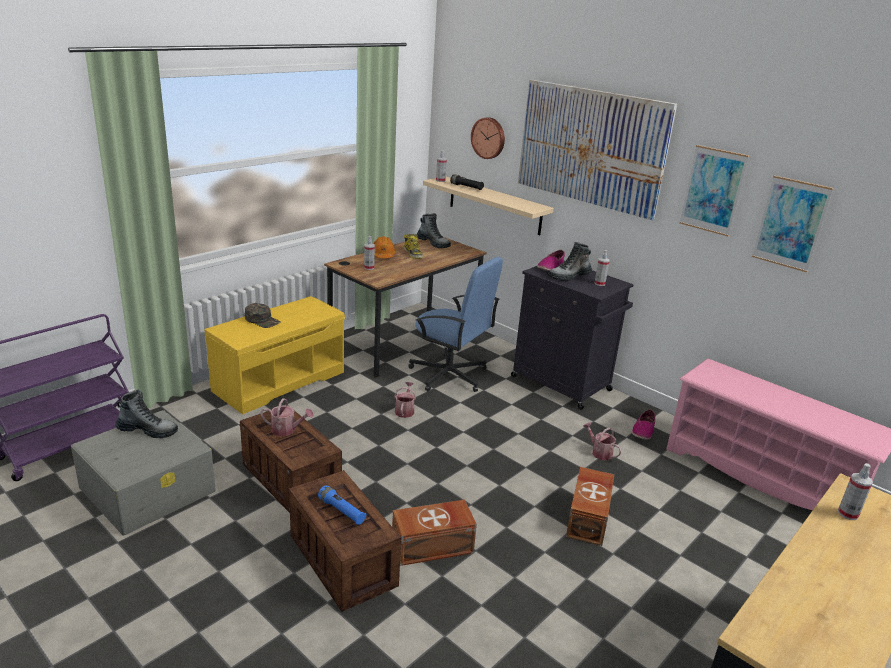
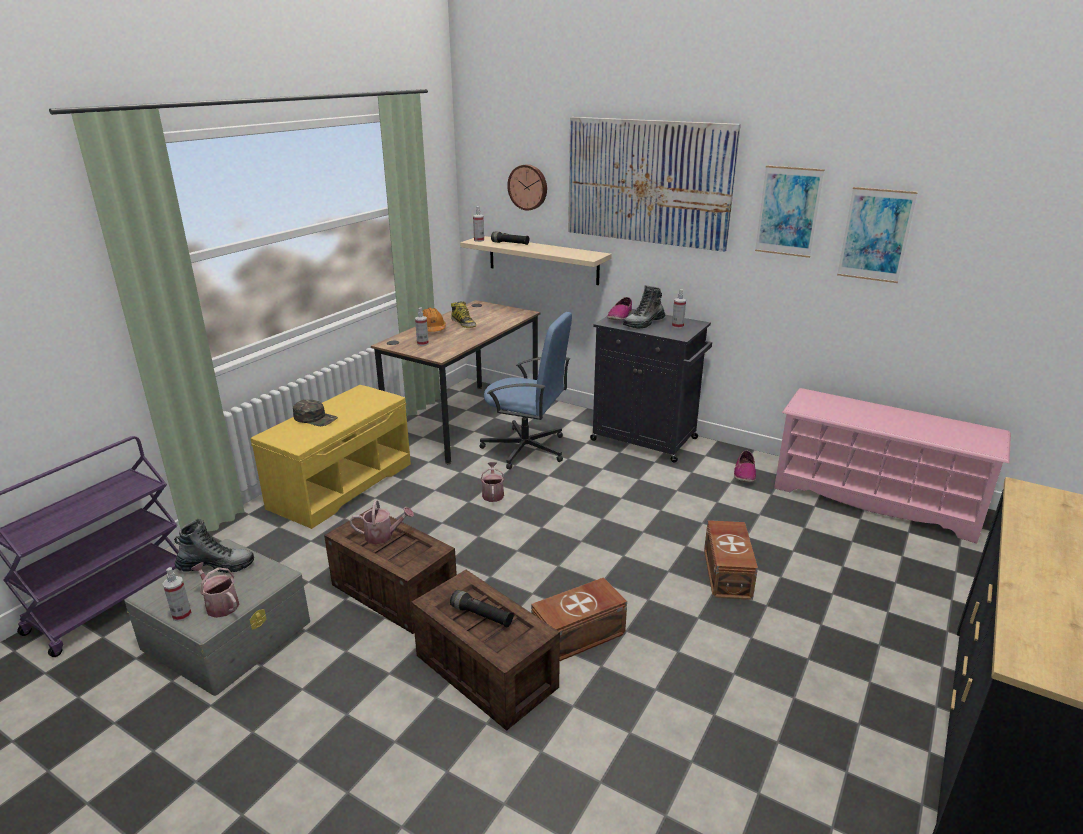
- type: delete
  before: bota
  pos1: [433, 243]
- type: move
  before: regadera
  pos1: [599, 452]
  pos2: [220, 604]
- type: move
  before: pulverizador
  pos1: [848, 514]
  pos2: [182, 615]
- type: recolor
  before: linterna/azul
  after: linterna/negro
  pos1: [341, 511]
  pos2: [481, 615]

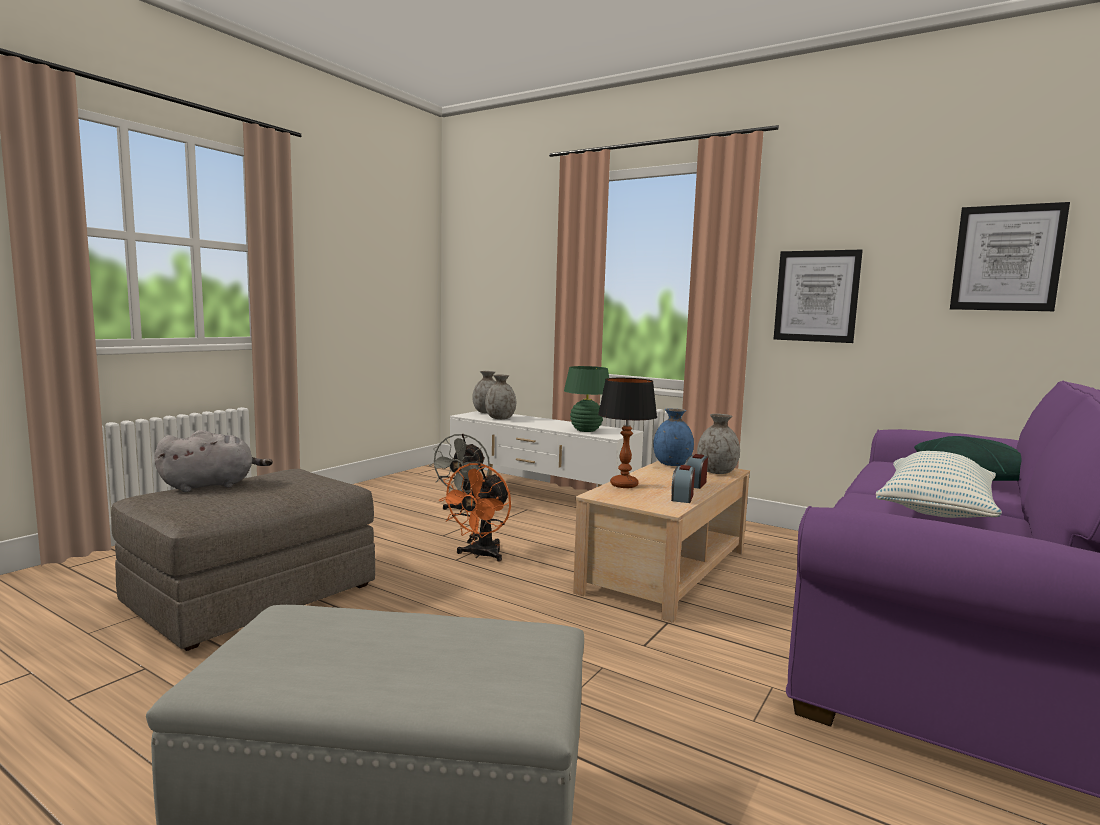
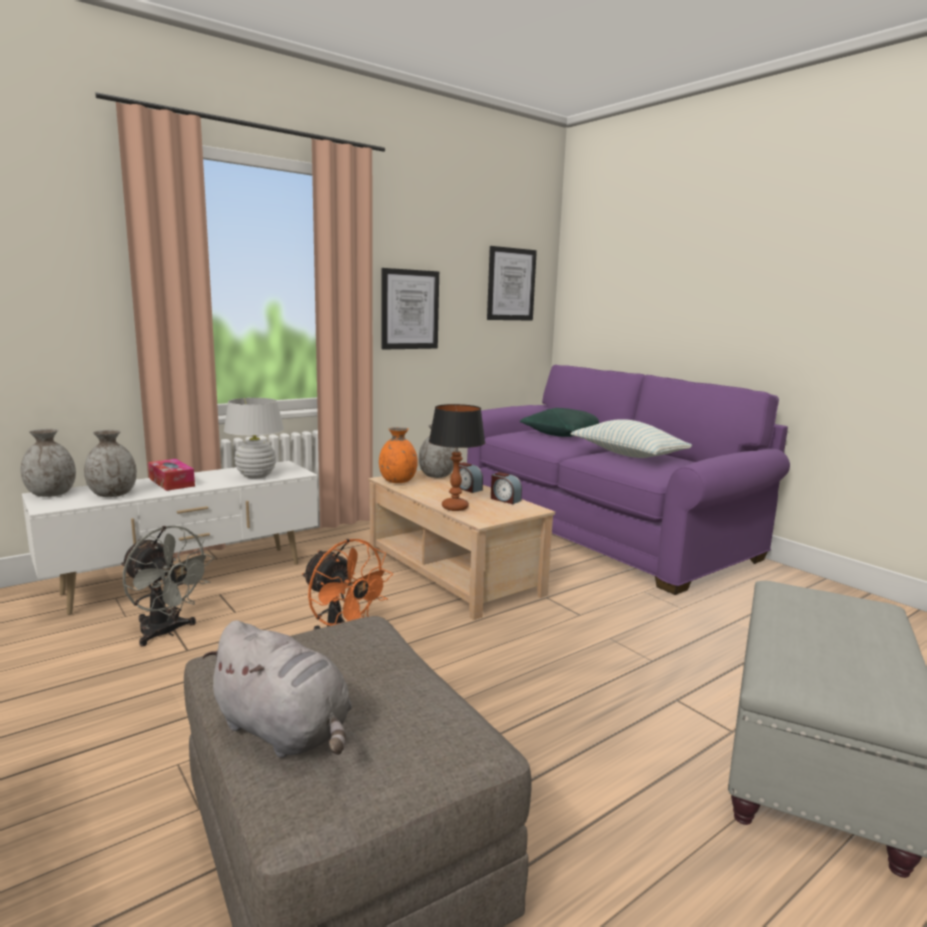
- type: recolor
  before: lámpara de mesa/verde
  after: lámpara de mesa/blanco
  pos1: [586, 430]
  pos2: [256, 475]
- type: recolor
  before: florero/azul
  after: florero/naranja
  pos1: [672, 464]
  pos2: [397, 481]
- type: rotate
  before: peluche/gris
  pos1: [212, 485]
  pos2: [285, 731]
  turn: 135
- type: insert
  after: caja de pañuelos
  pos2: [172, 482]

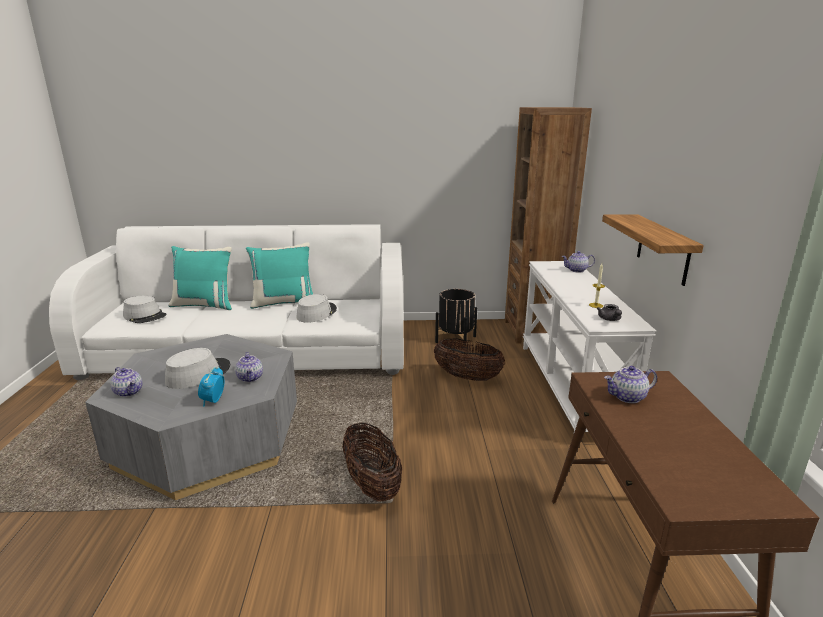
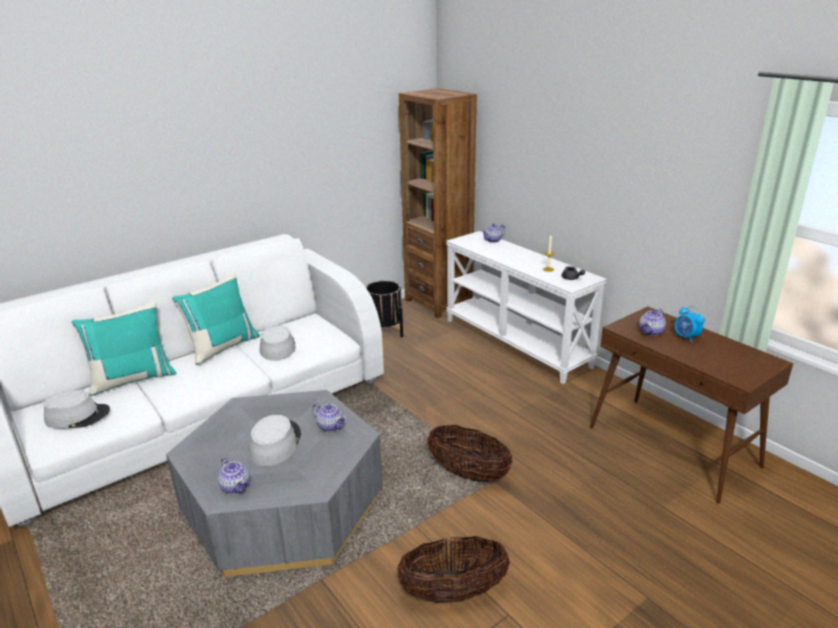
- type: delete
  before: estante
  pos1: [663, 249]
- type: move
  before: cesta
  pos1: [467, 377]
  pos2: [453, 592]
- type: rotate
  before: tetera
  pos1: [129, 392]
  pos2: [236, 487]
  turn: 45
- type: move
  before: despertador
  pos1: [213, 401]
  pos2: [686, 337]

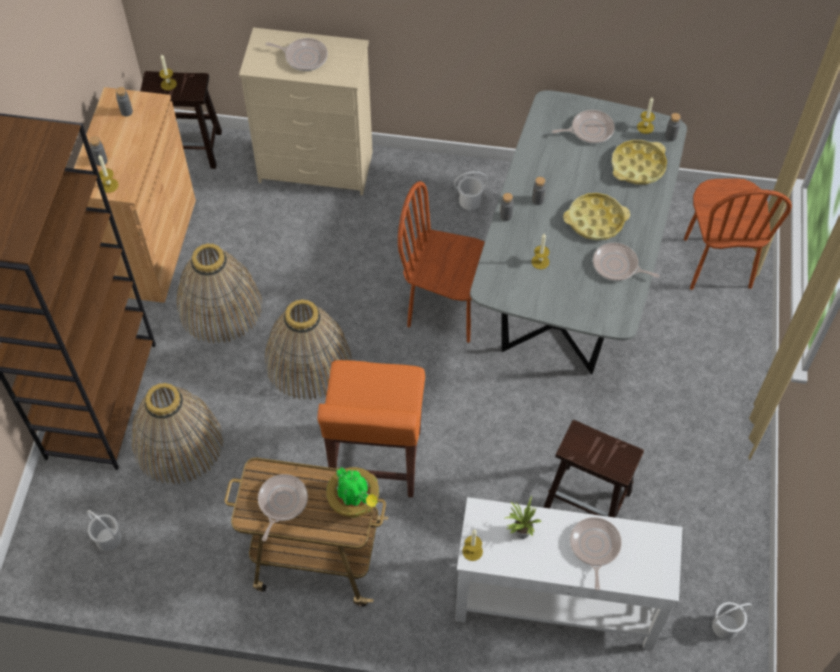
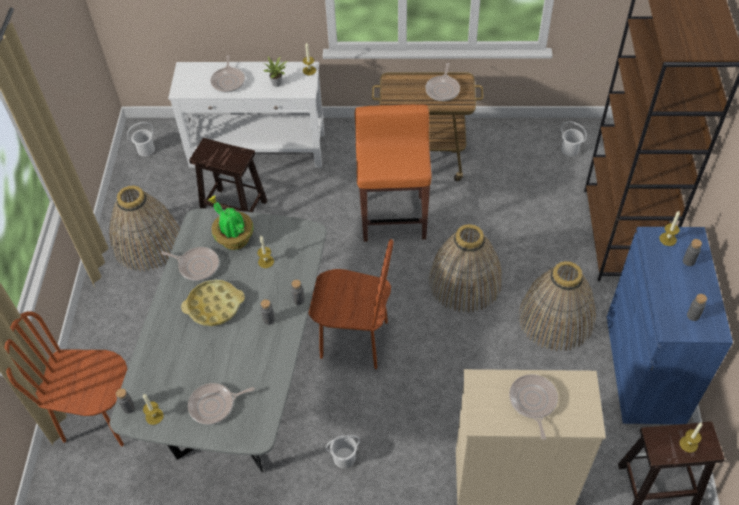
- type: rotate
  before: sartén
  pos1: [304, 57]
  pos2: [533, 402]
  turn: 75
- type: recolor
  before: armario/marrón
  after: armario/azul
  pos1: [149, 246]
  pos2: [644, 368]
- type: delete
  before: bandeja/amarillo
  pos1: [638, 166]
- type: rotate
  before: silla/marrón
  pos1: [716, 263]
  pos2: [101, 417]
  turn: -75
- type: move
  before: cesta
  pos1: [178, 443]
  pos2: [147, 243]
- type: move
  before: planta en maceta
  pos1: [355, 503]
  pos2: [234, 238]

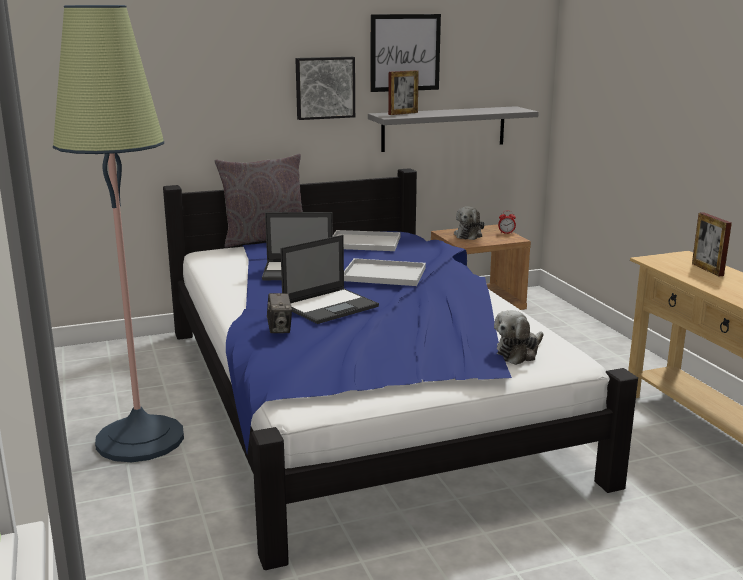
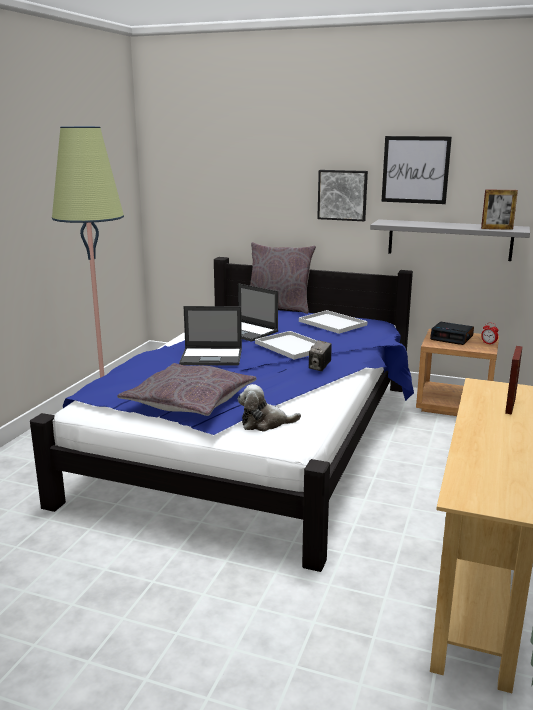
- type: move
  before: portarretratos
  pos1: [403, 113]
  pos2: [496, 228]
- type: replace
  before: peluche
  after: despertador
  pos1: [469, 235]
  pos2: [452, 338]
- type: move
  before: cámara
  pos1: [279, 329]
  pos2: [319, 367]
- type: insert
  after: cojín/gris
  pos2: [189, 401]

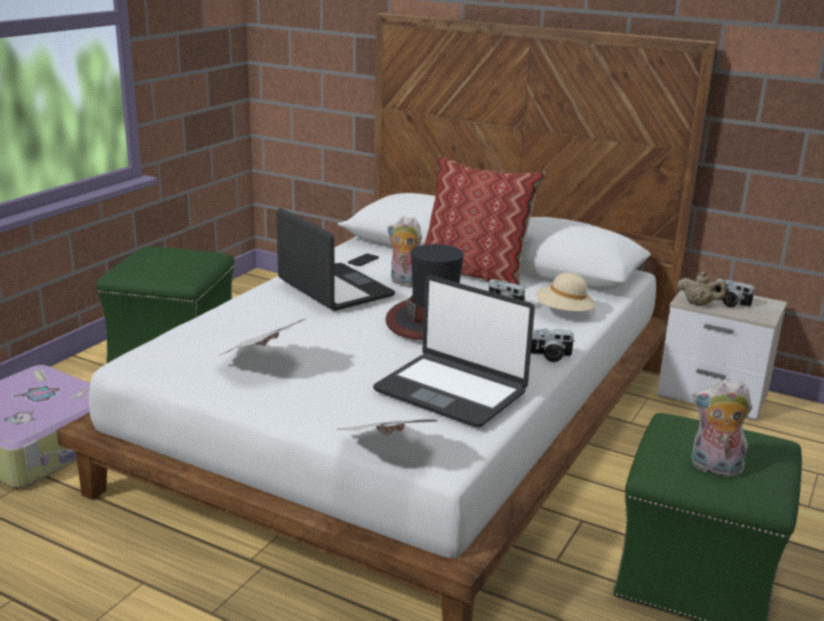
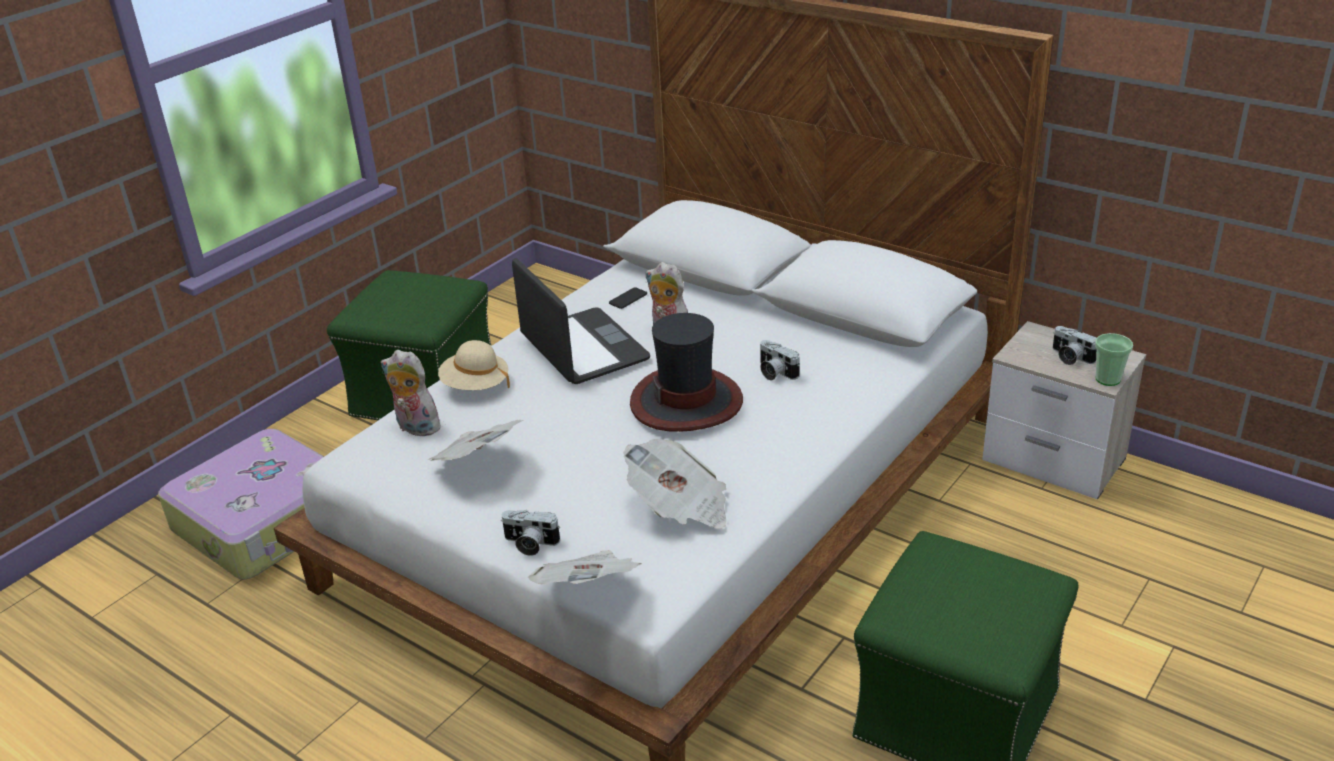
- type: delete
  before: cojín
  pos1: [475, 273]
- type: delete
  before: tetera/beis
  pos1: [699, 304]
- type: move
  before: sombrero/beis
  pos1: [563, 313]
  pos2: [475, 386]
- type: replace
  before: portátil
  after: periódico
  pos1: [451, 391]
  pos2: [680, 507]
- type: move
  before: cámara
  pos1: [548, 356]
  pos2: [529, 544]
- type: move
  before: peluche
  pos1: [714, 468]
  pos2: [415, 428]
- type: insert
  after: taza
  pos2: [1107, 379]

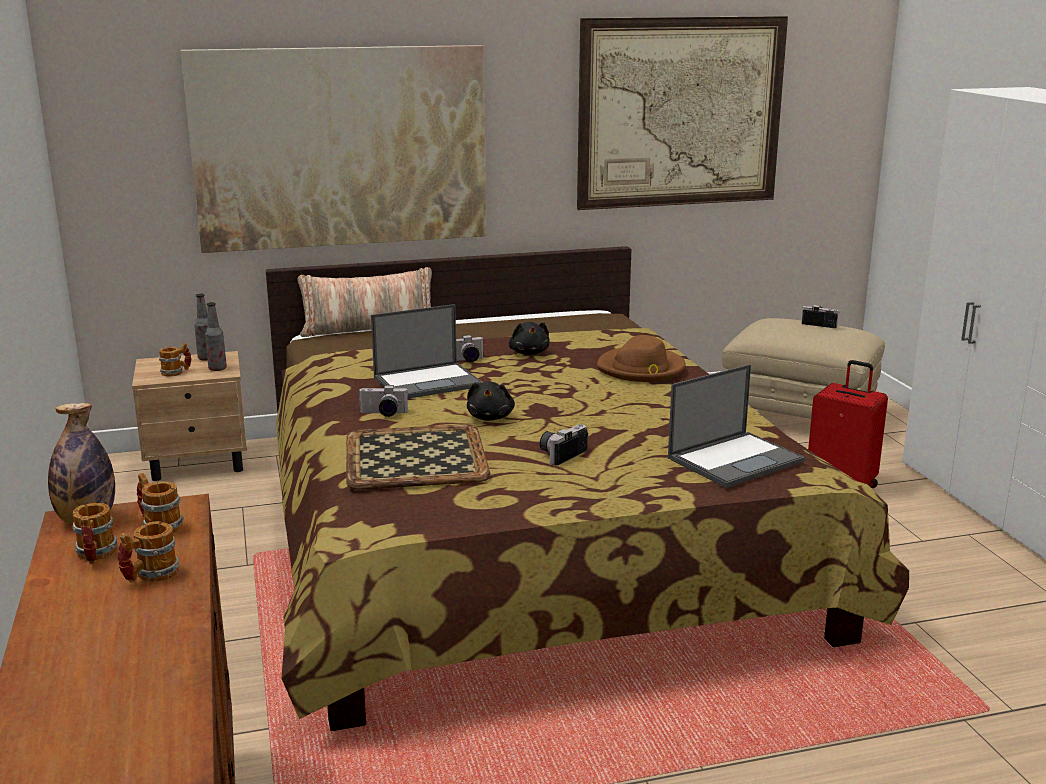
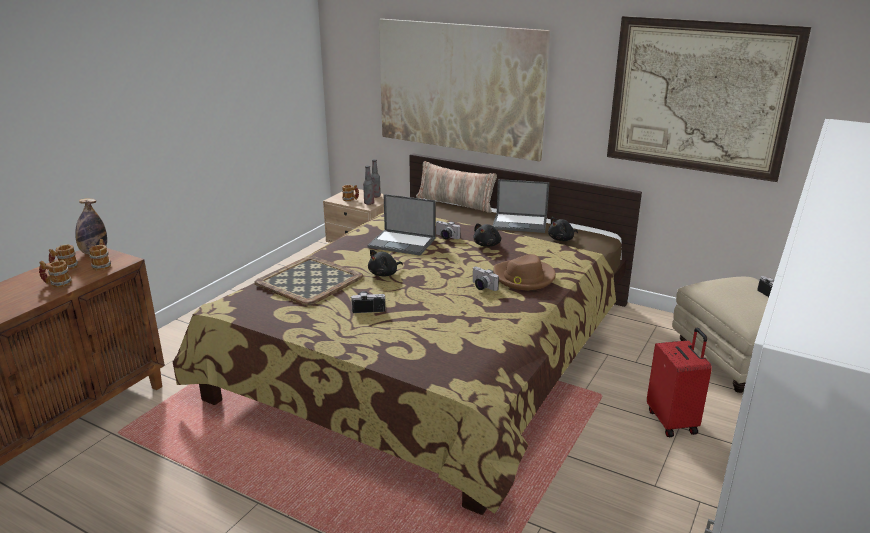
- type: move
  before: portátil
  pos1: [736, 459]
  pos2: [520, 223]
- type: move
  before: cámara
  pos1: [383, 414]
  pos2: [481, 287]
- type: insert
  after: peluche/negro
  pos2: [562, 239]

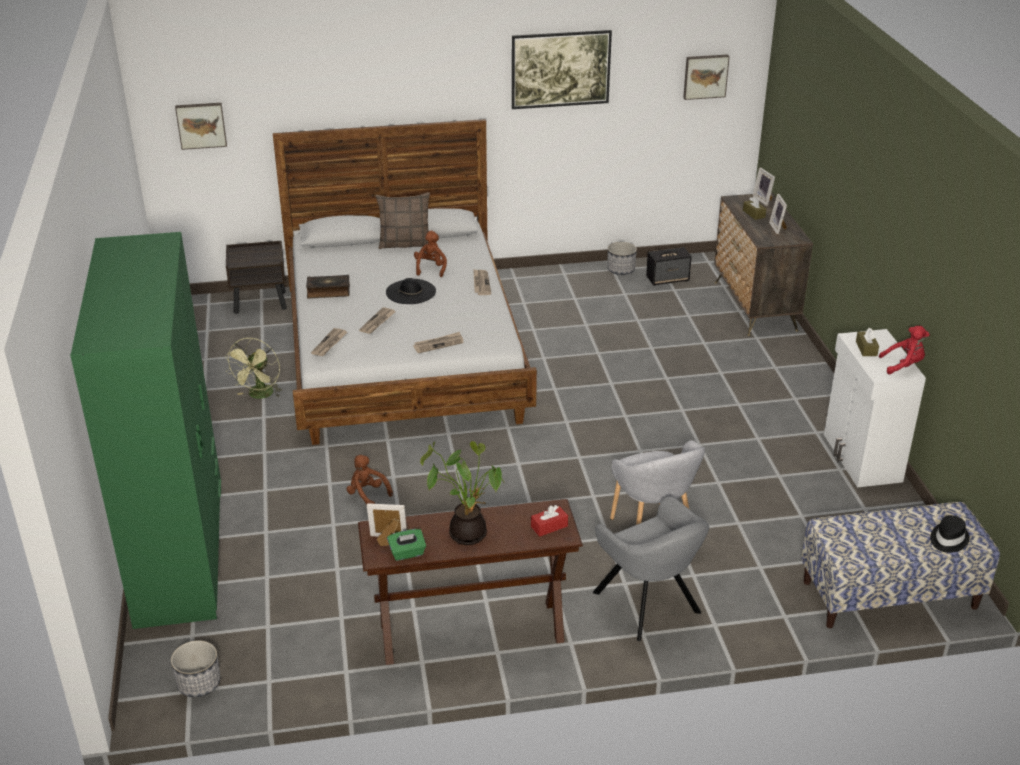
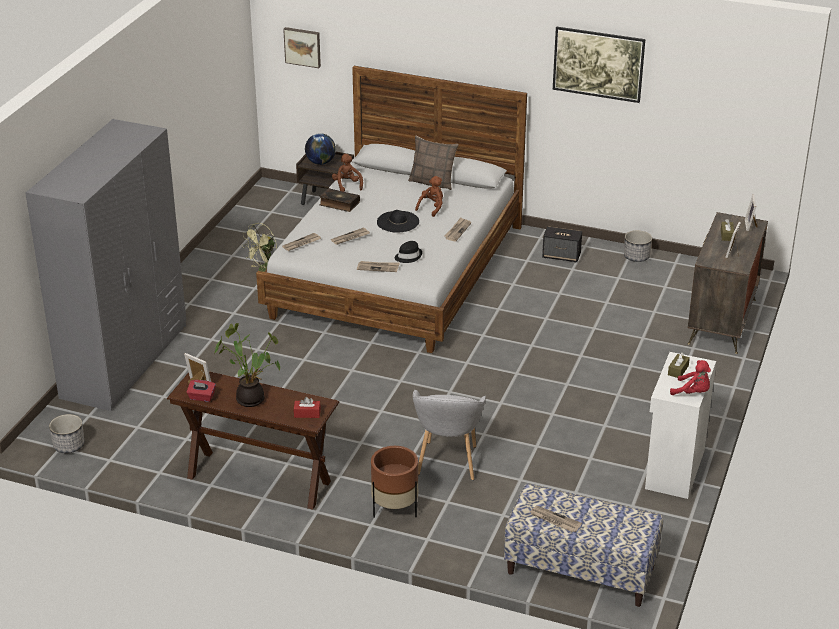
- type: delete
  before: cuadro
  pos1: [705, 76]
- type: recolor
  before: armario ropero/verde
  after: armario ropero/gris
  pos1: [180, 551]
  pos2: [125, 361]
- type: move
  before: altavoz
  pos1: [668, 279]
  pos2: [562, 256]
- type: move
  before: peluche/marrón
  pos1: [367, 495]
  pos2: [347, 185]
- type: replace
  before: sillón/gris
  after: maceta/marrón
  pos1: [649, 605]
  pos2: [394, 509]
- type: move
  before: sombrero/negro
  pos1: [948, 539]
  pos2: [408, 256]
- type: recolor
  before: caja de pañuelos/verde
  after: caja de pañuelos/rojo
  pos1: [407, 553]
  pos2: [201, 397]
- type: insert
  after: globo terráqueo
  pos2: [320, 162]
- type: insert
  after: periódico
  pos2: [554, 520]

